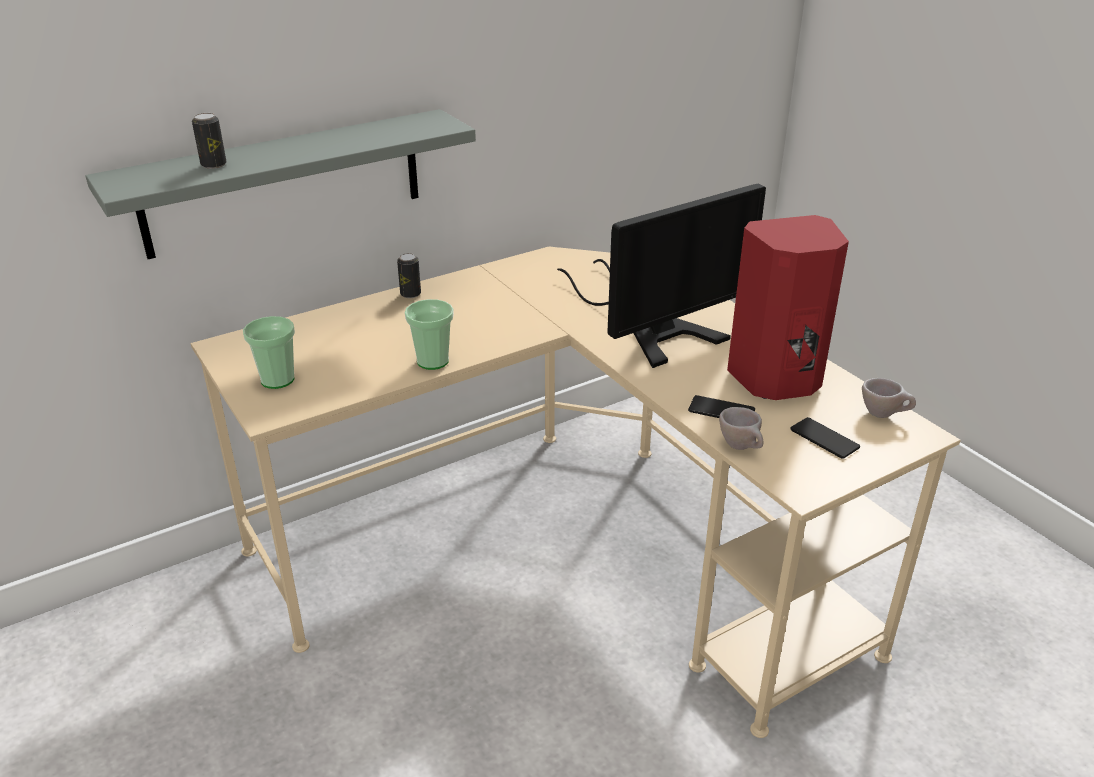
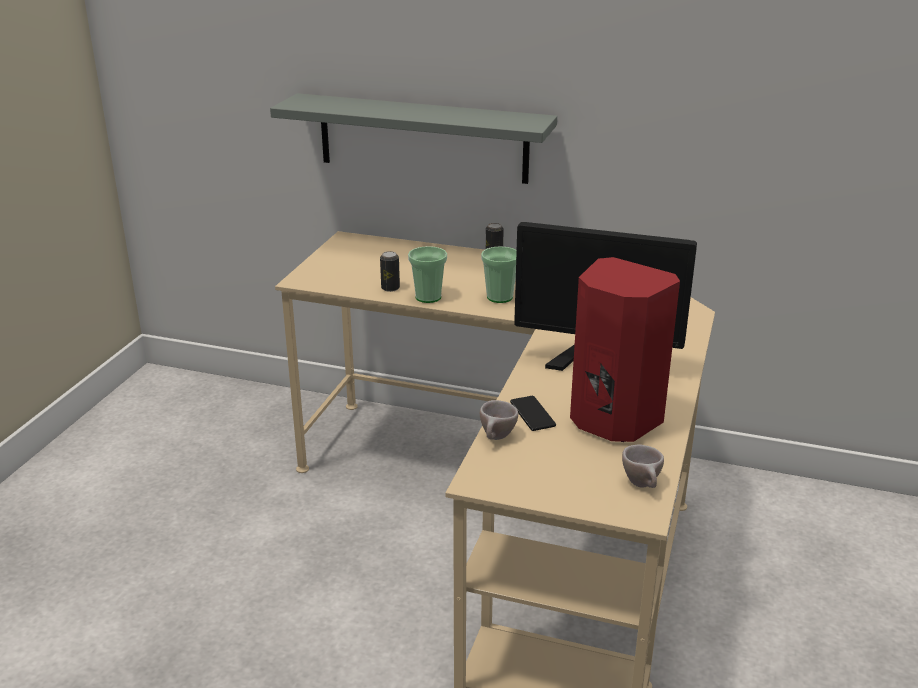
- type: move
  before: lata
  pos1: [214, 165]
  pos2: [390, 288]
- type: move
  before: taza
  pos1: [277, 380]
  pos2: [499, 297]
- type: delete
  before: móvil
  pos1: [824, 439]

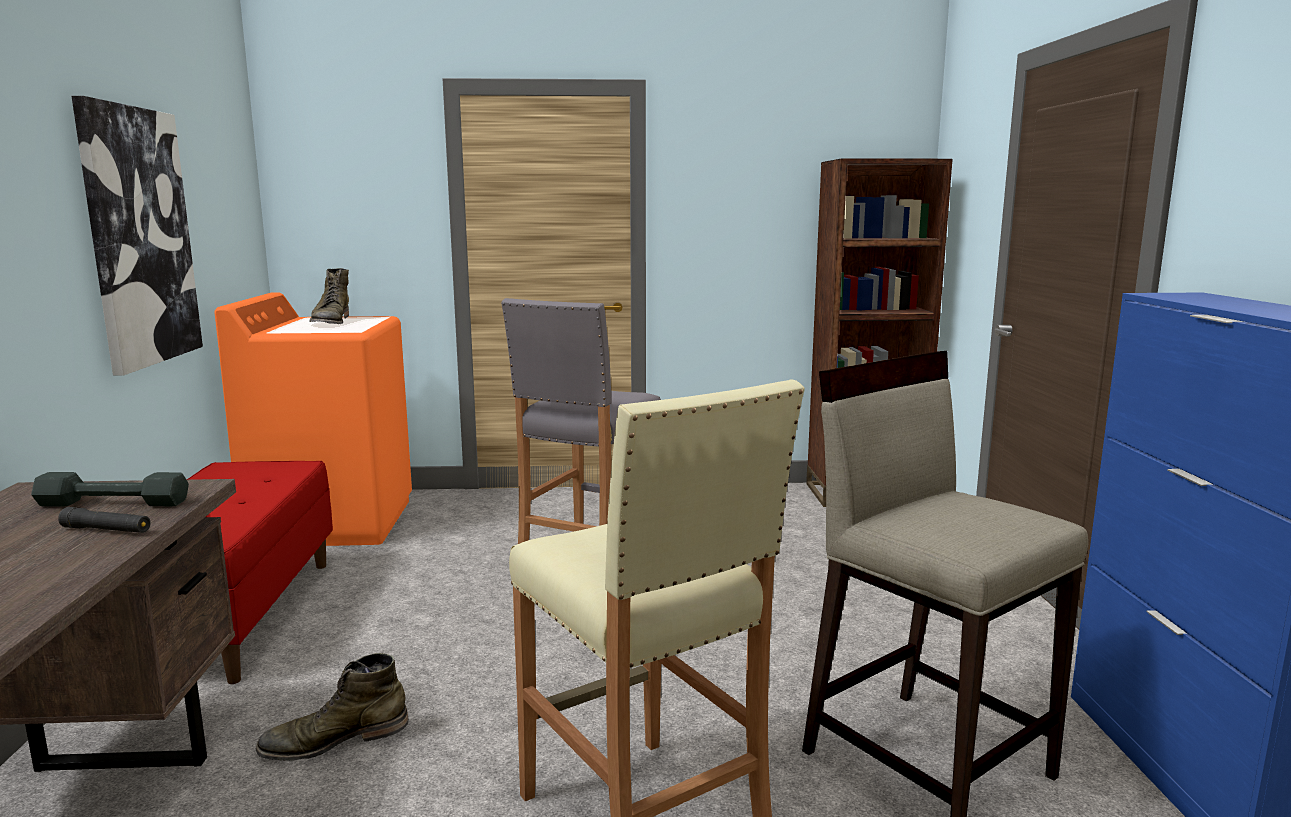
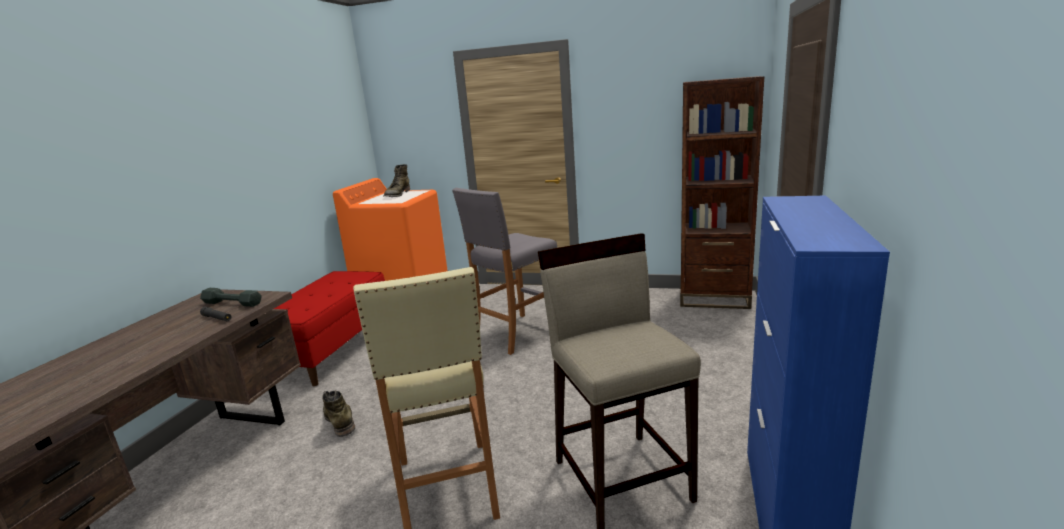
- type: delete
  before: cuadro
  pos1: [139, 237]
- type: rotate
  before: bota/verde
  pos1: [335, 739]
  pos2: [339, 420]
  turn: 60

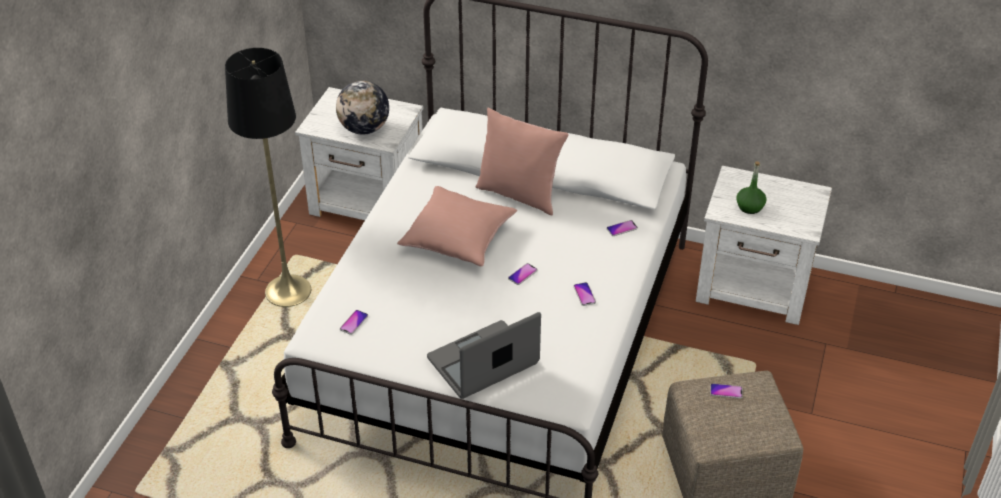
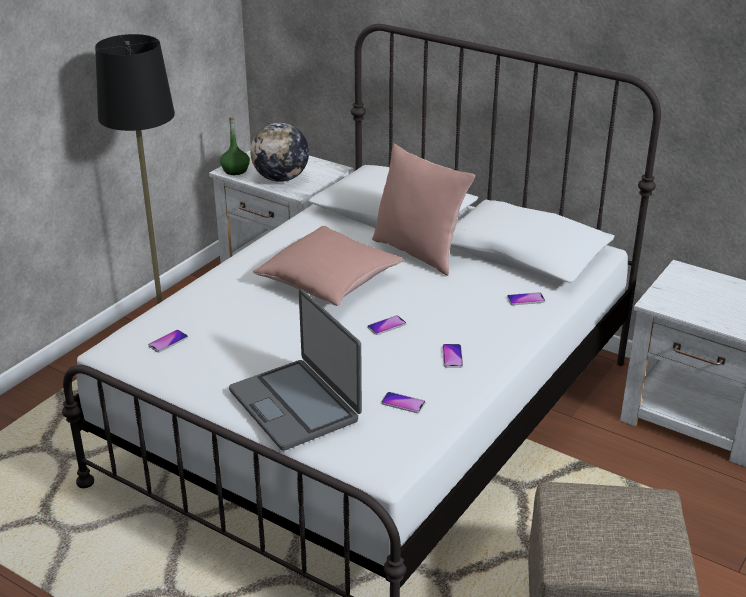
- type: move
  before: botella/verde
  pos1: [750, 207]
  pos2: [235, 170]
- type: rotate
  before: portátil
  pos1: [483, 362]
  pos2: [295, 405]
  turn: -105
- type: move
  before: móvil
  pos1: [726, 391]
  pos2: [403, 403]

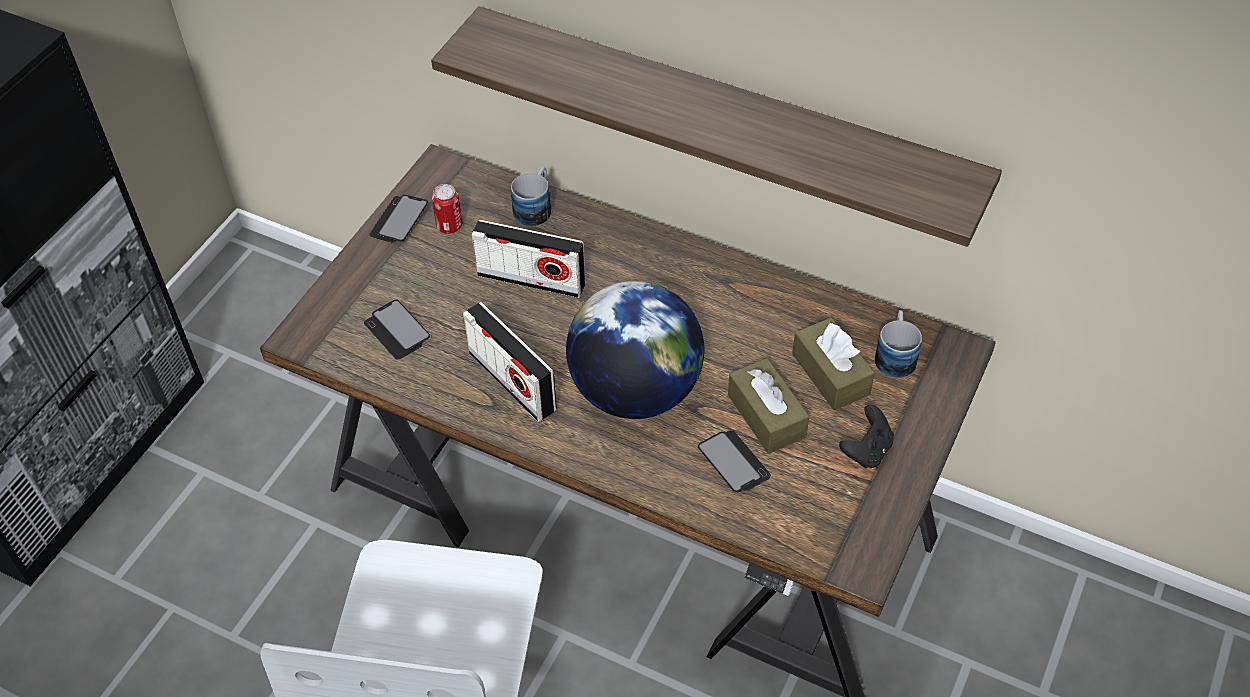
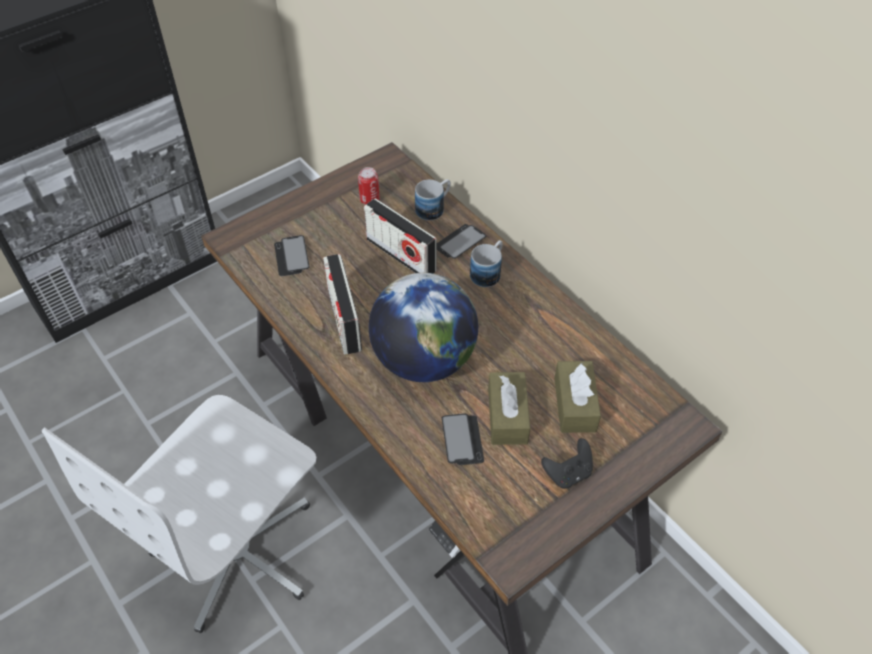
- type: delete
  before: estante
  pos1: [723, 123]
- type: move
  before: móvil
  pos1: [399, 220]
  pos2: [460, 242]
- type: move
  before: taza grande
  pos1: [895, 355]
  pos2: [488, 272]

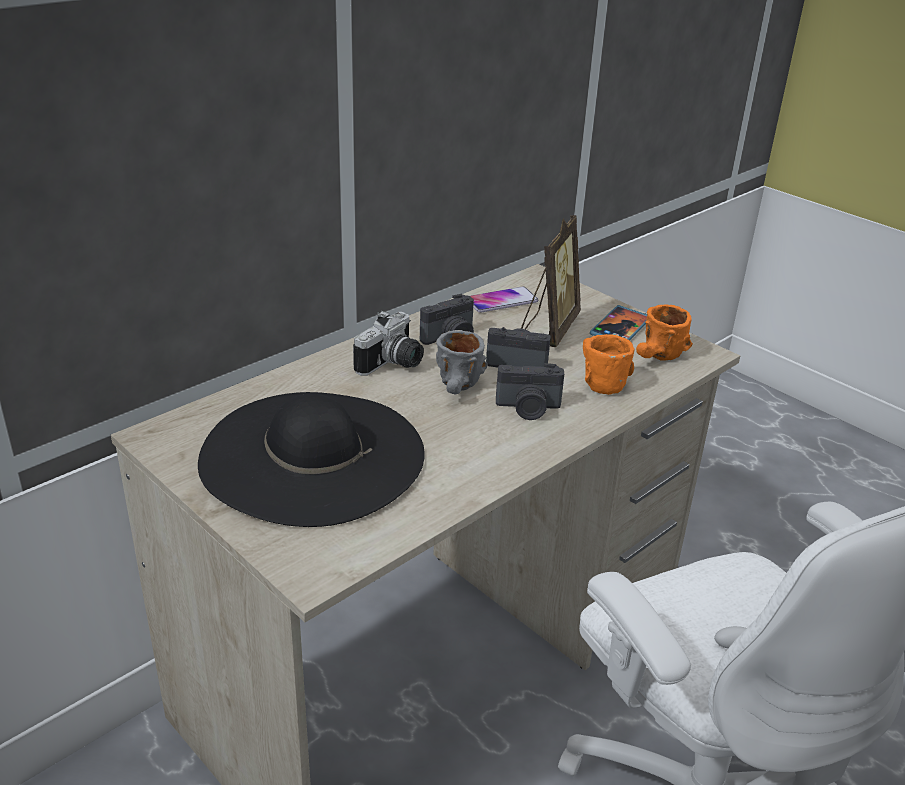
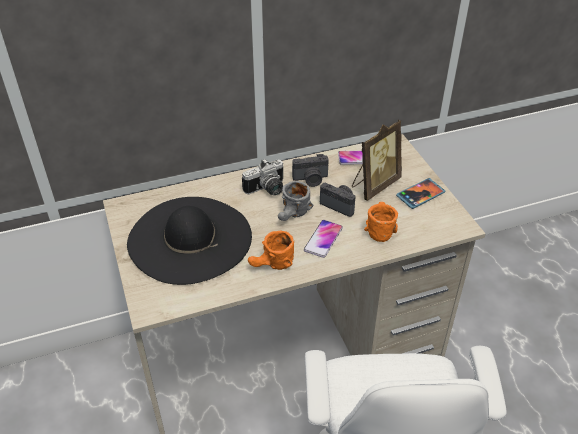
- type: move
  before: taza grande/naranja
  pos1: [658, 358]
  pos2: [272, 266]
- type: replace
  before: cámara
  after: móvil
  pos1: [528, 409]
  pos2: [323, 239]

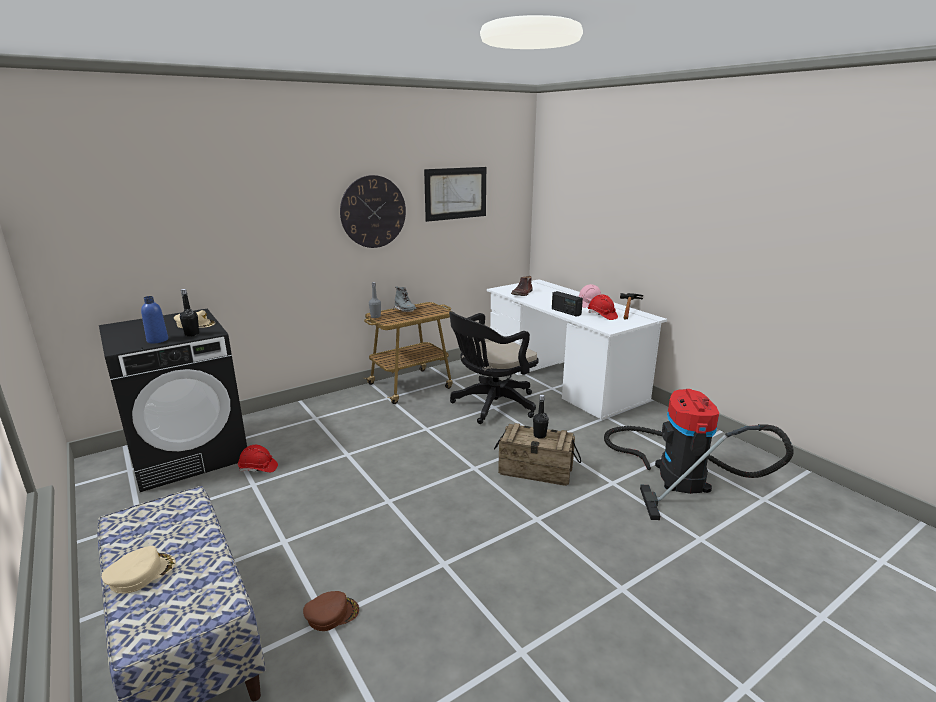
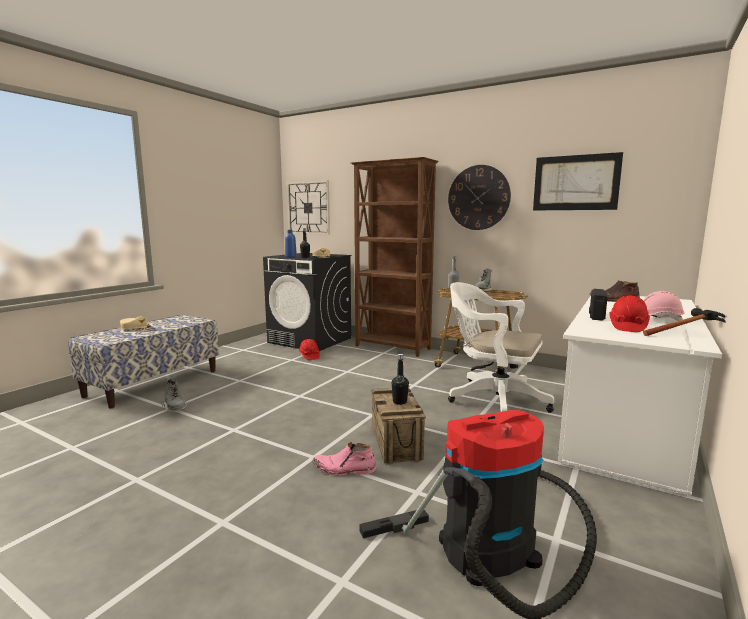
- type: recolor
  before: silla de oficina/negro
  after: silla de oficina/blanco
  pos1: [491, 405]
  pos2: [493, 400]
- type: replace
  before: gorra/marrón
  after: bota/gris
  pos1: [332, 614]
  pos2: [175, 408]
- type: insert
  after: estantería/marrón
  pos2: [392, 348]
- type: insert
  after: reloj de pared
  pos2: [308, 208]
- type: insert
  after: bota/rosa
  pos2: [344, 469]

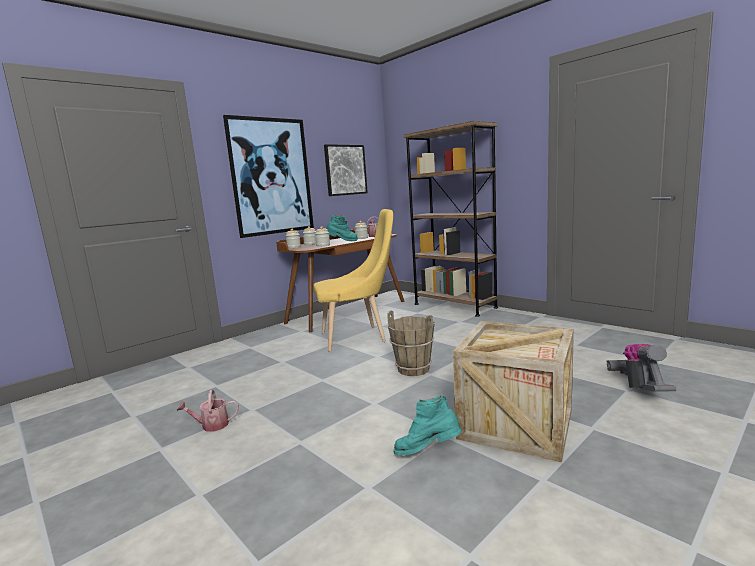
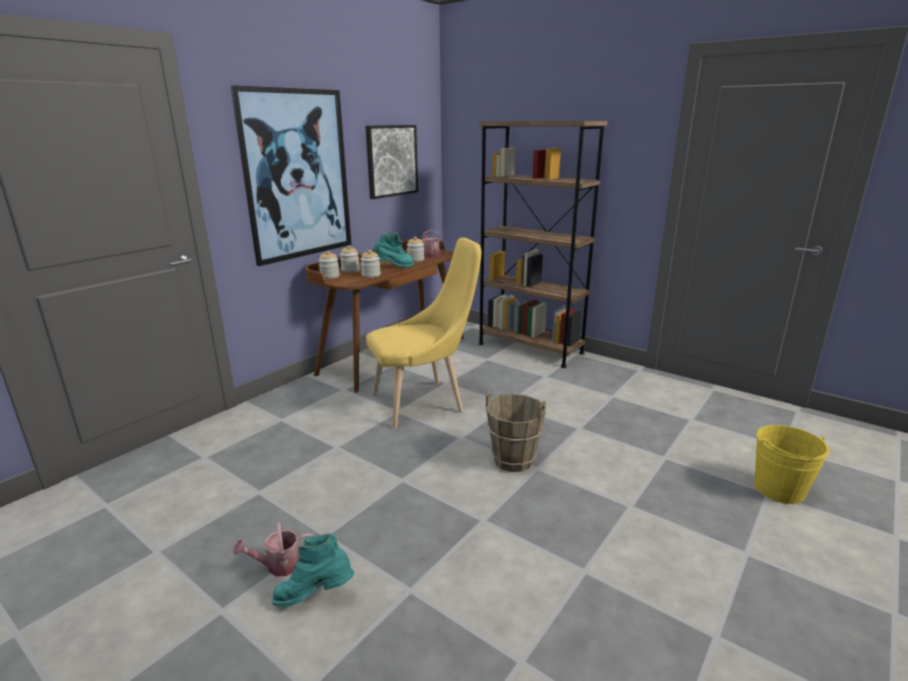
- type: delete
  before: caja de embalaje
  pos1: [516, 424]
- type: replace
  before: aspiradora
  after: cubo/amarillo
  pos1: [639, 388]
  pos2: [779, 489]
- type: move
  before: bota/turquesa
  pos1: [427, 452]
  pos2: [315, 596]

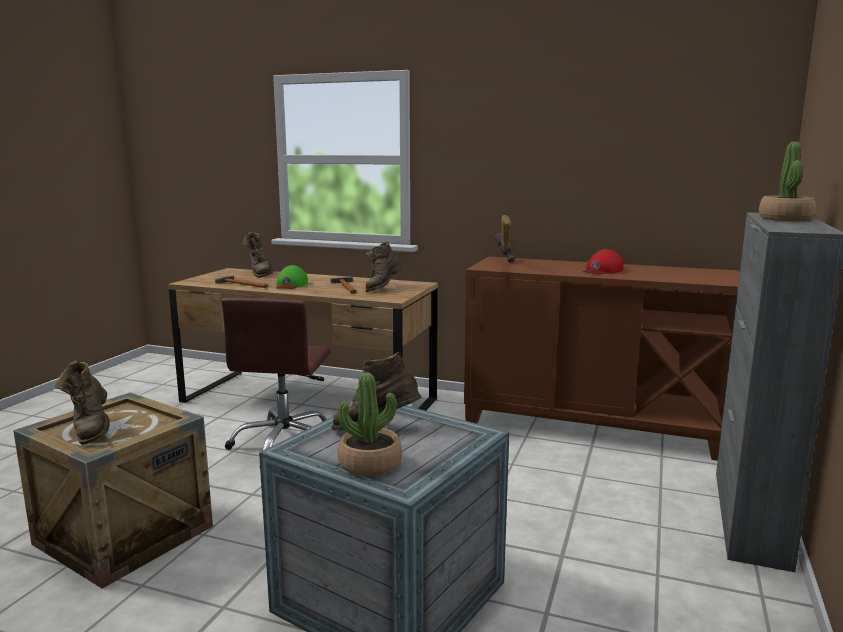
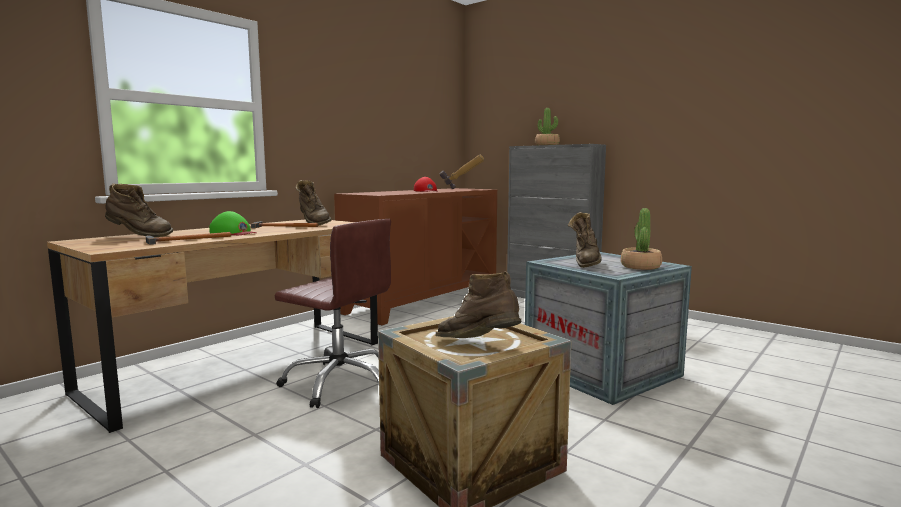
- type: move
  before: martillo
  pos1: [502, 265]
  pos2: [461, 189]
- type: rotate
  before: bota/marrón
  pos1: [91, 430]
  pos2: [478, 345]
  turn: -150

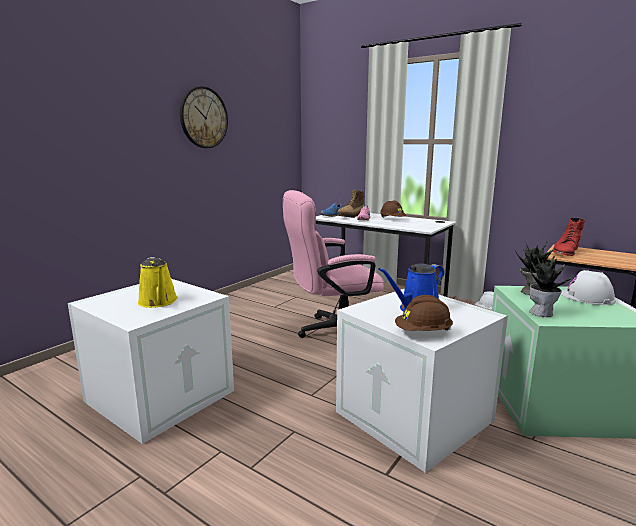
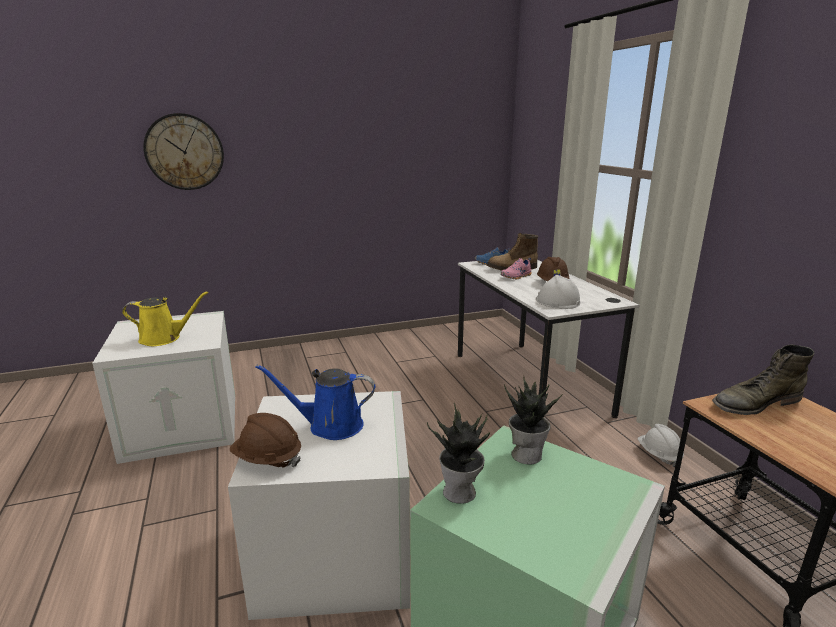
- type: move
  before: reloj de pared
  pos1: [204, 118]
  pos2: [184, 152]
- type: delete
  before: silla de oficina/rosa
  pos1: [333, 332]
- type: recolor
  before: bota/rojo
  after: bota/verde
  pos1: [565, 252]
  pos2: [755, 403]
- type: rotate
  before: regadera/amarillo
  pos1: [158, 302]
  pos2: [164, 338]
  turn: -105
- type: move
  before: casco/blanco
  pos1: [587, 297]
  pos2: [557, 301]

